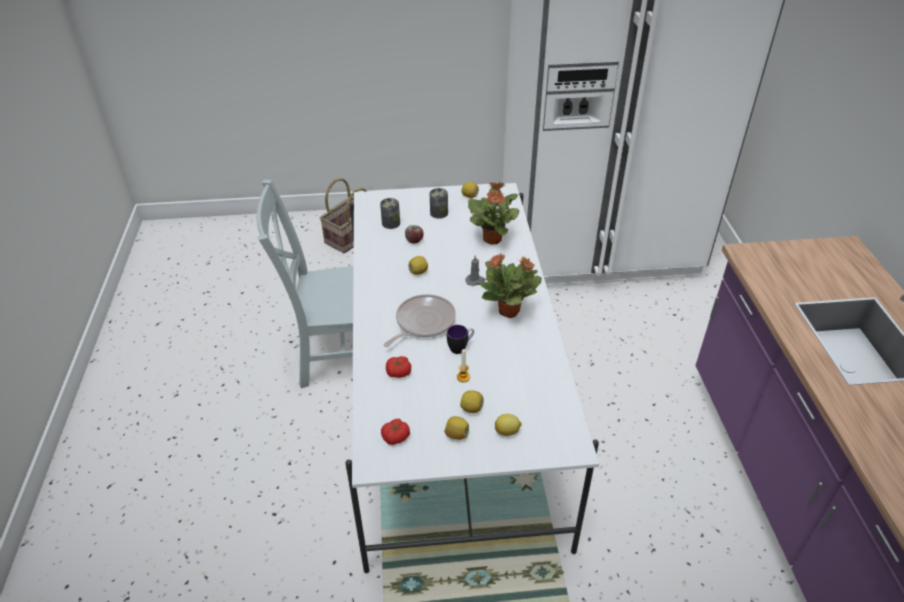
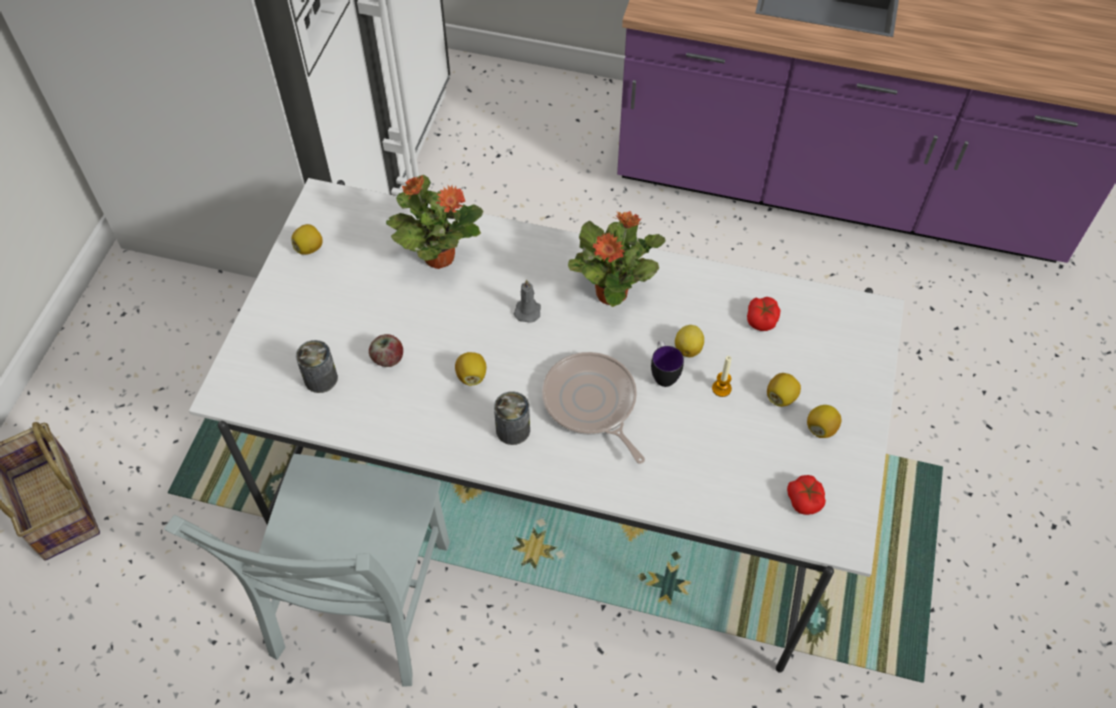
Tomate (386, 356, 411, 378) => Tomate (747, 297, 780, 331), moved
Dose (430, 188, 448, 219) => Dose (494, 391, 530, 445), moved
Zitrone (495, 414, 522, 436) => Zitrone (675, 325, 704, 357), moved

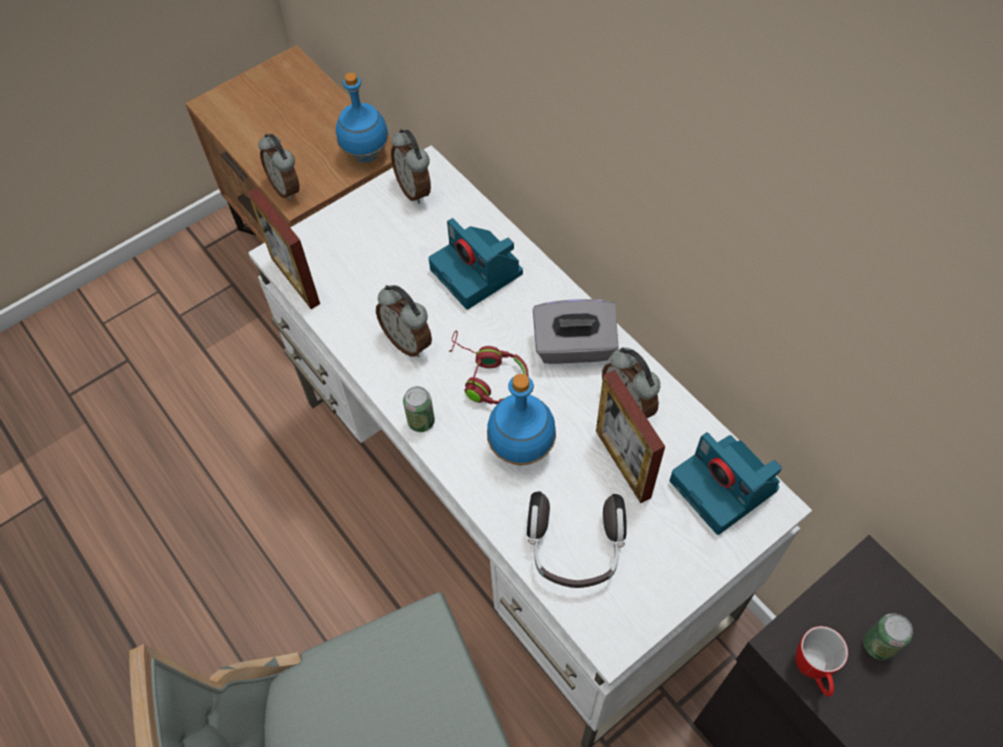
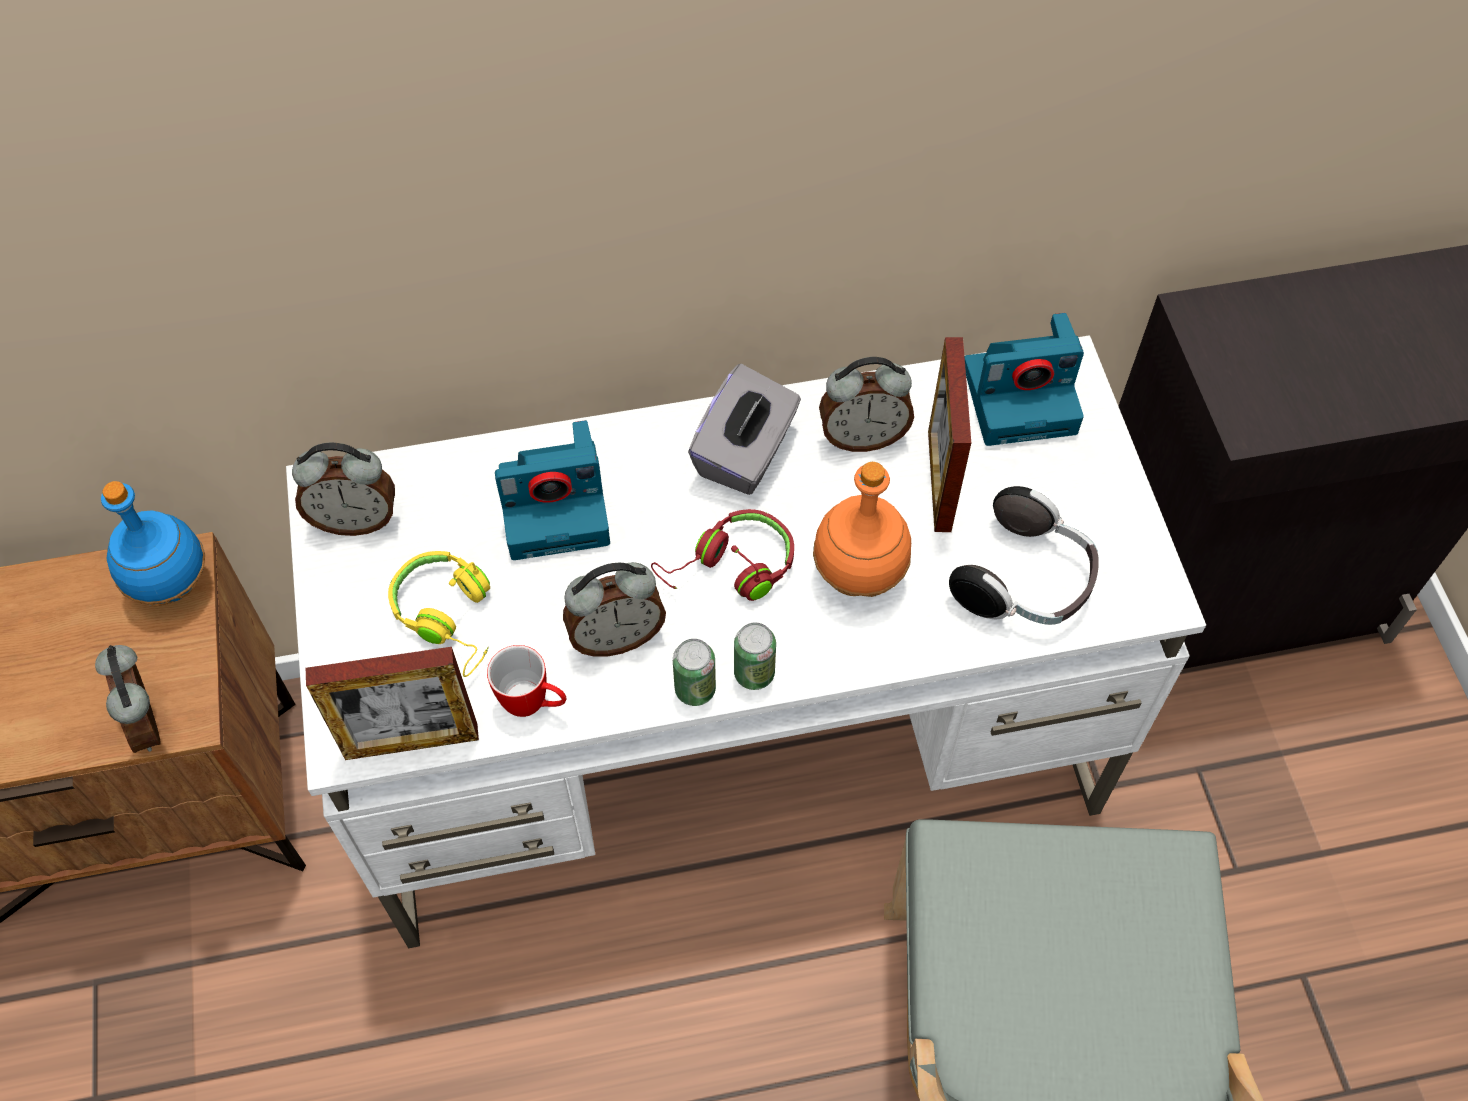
Wecker (258, 134, 300, 200) => Wecker (95, 645, 161, 753), 75 degrees clockwise
Flasche [blau] (487, 374, 556, 465) => Flasche [orange] (813, 462, 911, 597)
Bilderrahmen (596, 370, 665, 503) => Bilderrahmen (928, 337, 971, 532), 90 degrees clockwise
Henkelbecher (796, 626, 848, 697) => Henkelbecher (487, 645, 566, 717), moved
Dose (863, 613, 913, 660) => Dose (673, 639, 716, 706), moved
nothing => Kopfhörer [gelb] (388, 551, 490, 677)

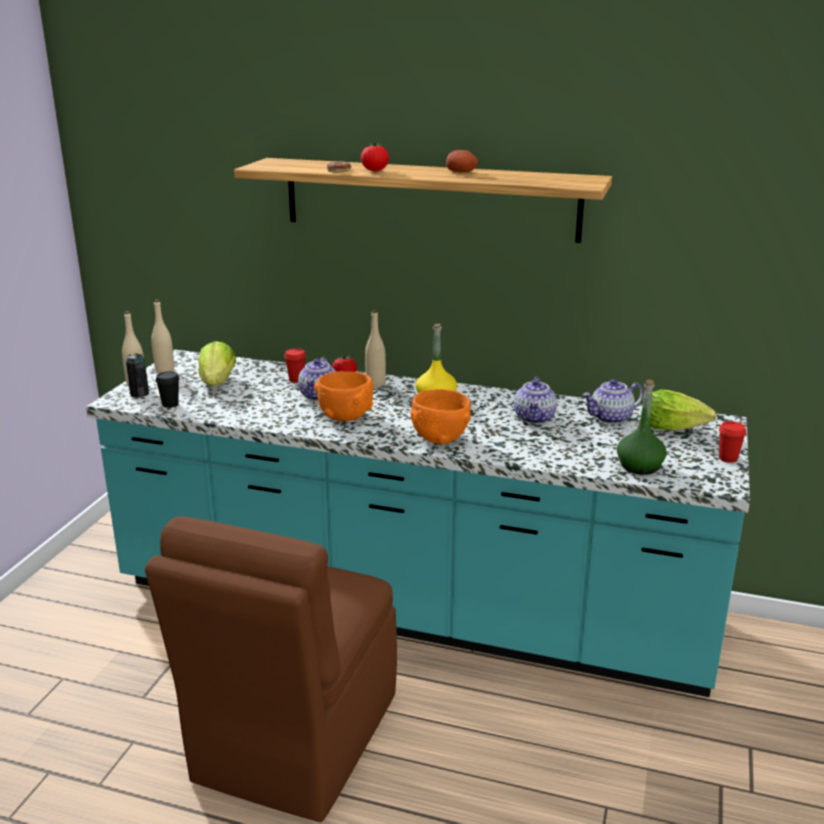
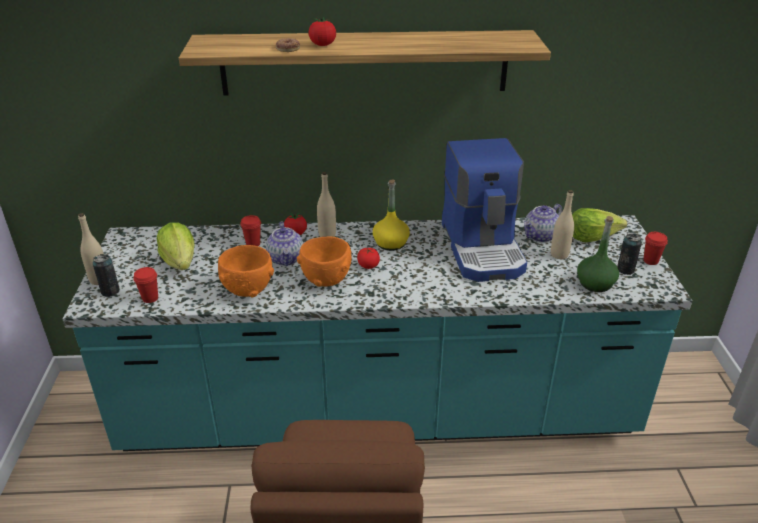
Flasche [beige] (151, 300, 174, 374) => Flasche [beige] (551, 190, 574, 259), moved
Tasse [schwarz] (156, 371, 179, 408) => Tasse [rot] (133, 267, 158, 303)
Schüssel [orange] (411, 389, 471, 444) => Schüssel [orange] (218, 245, 274, 297), moved
Kartoffel (446, 150, 478, 172) => nothing
Teekanne (514, 377, 557, 424) => Kaffeemaschine (442, 138, 527, 282)
nothing => Tomate (357, 247, 380, 269)
nothing => Dose (617, 233, 642, 275)

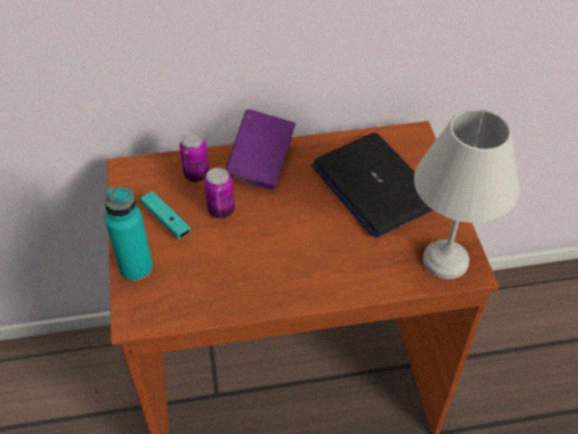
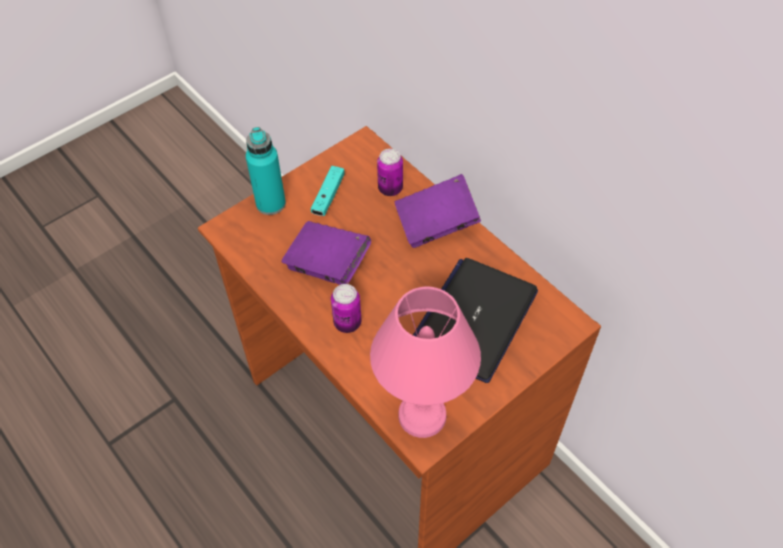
Dose (204, 168, 234, 219) => Dose (331, 284, 362, 333), moved
Tischlampe [weiß] (414, 109, 520, 279) => Tischlampe [rosa] (370, 286, 481, 438)
nothing => Buch [lila] (281, 221, 371, 285)

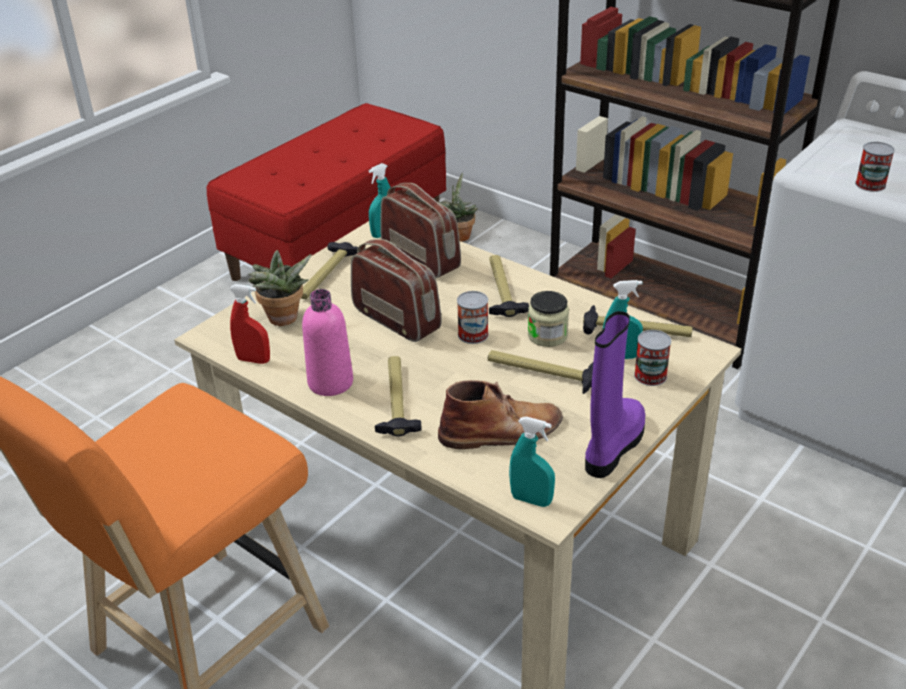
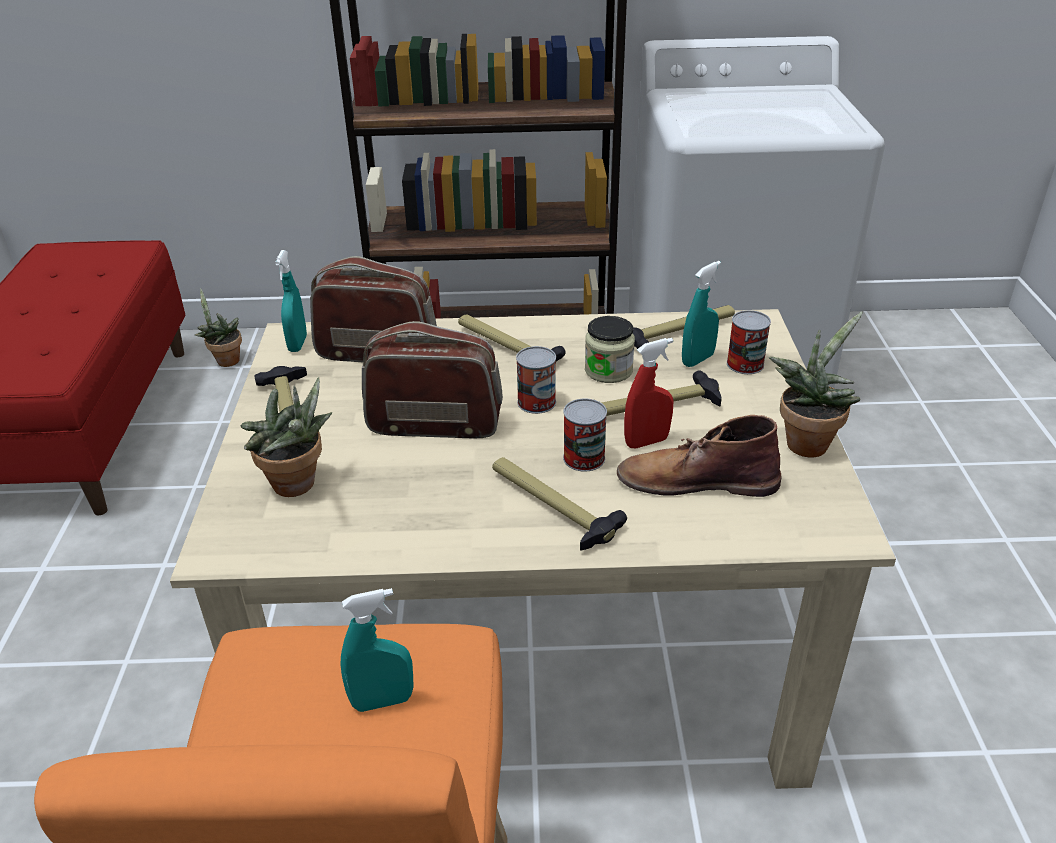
Sprühflasche [rot] (229, 284, 270, 364) => Sprühflasche [rot] (624, 338, 674, 448), moved
Flasche [rosa] (302, 289, 353, 396) => nothing
Stiefel [braun] (438, 380, 563, 449) => Stiefel [braun] (617, 415, 782, 497), 120 degrees counterclockwise
Sprühflasche [türkis] (509, 416, 555, 507) => Sprühflasche [türkis] (341, 588, 413, 712), moved
Stiefel [lila] (585, 311, 645, 478) => Topfpflanze (769, 312, 863, 458)
Dose (855, 142, 895, 192) => Dose (563, 399, 607, 472), moved

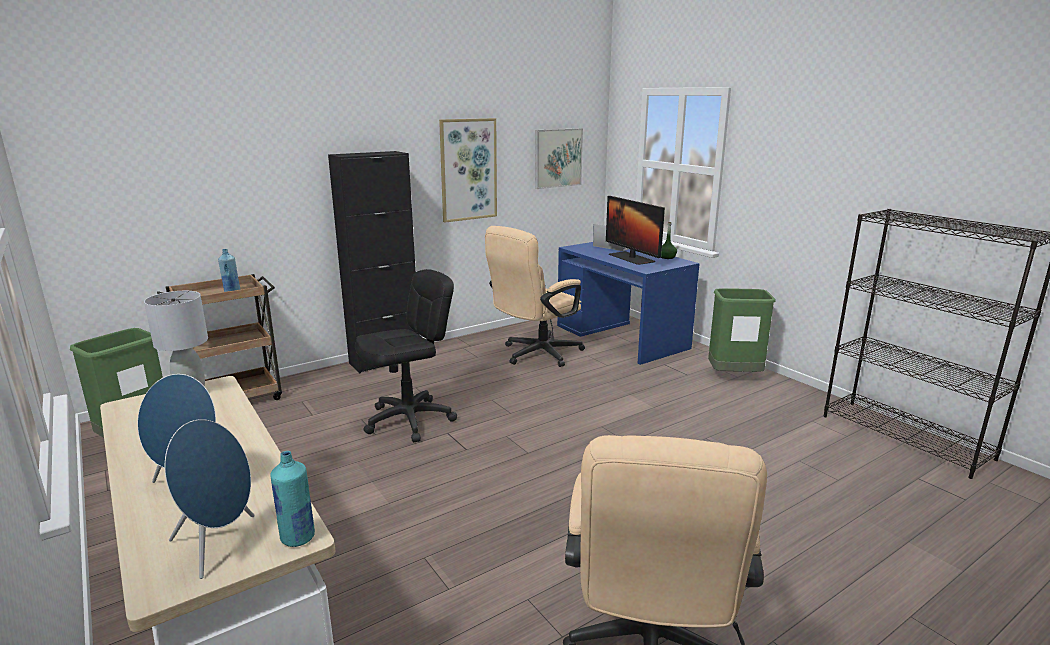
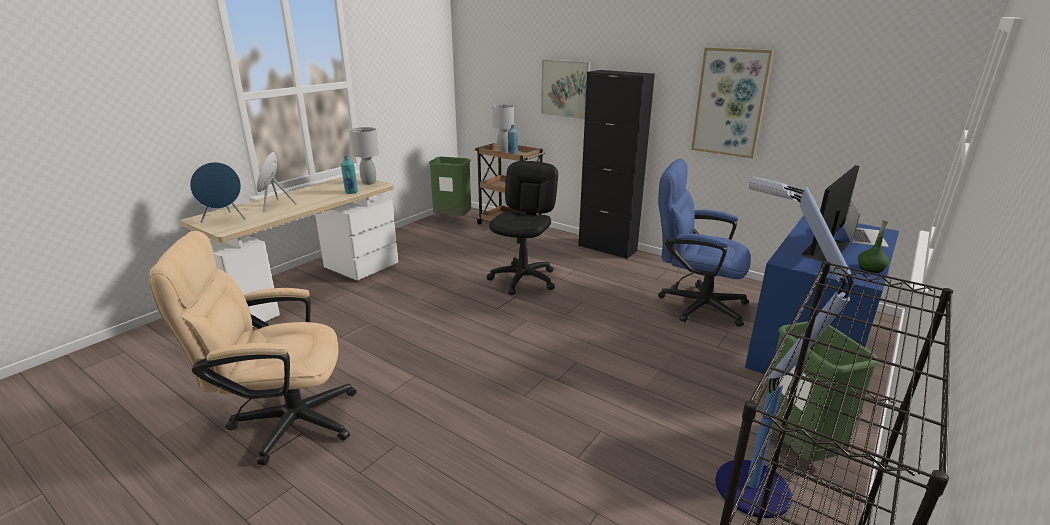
Flasche [türkis] (270, 451, 315, 547) => Flasche [türkis] (341, 156, 358, 194), moved
Bürostuhl [schwarz] (355, 269, 457, 442) => Bürostuhl [schwarz] (487, 161, 558, 295), 105 degrees counterclockwise
Bürostuhl [beige] (485, 226, 585, 367) => Bürostuhl [blau] (658, 159, 751, 327)
Bild (535, 128, 583, 189) => Bild (541, 59, 590, 119), moved
nothing => Tischlampe [grau] (492, 104, 514, 152)
nothing => Stehlampe (716, 177, 854, 518)

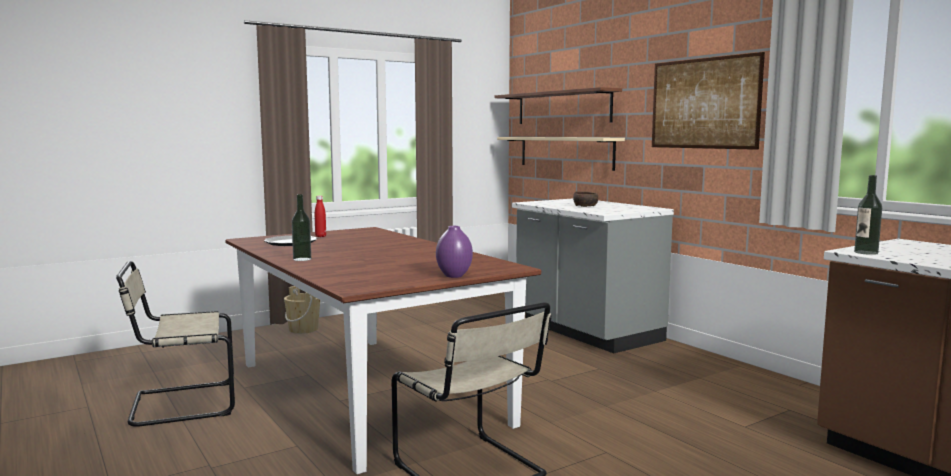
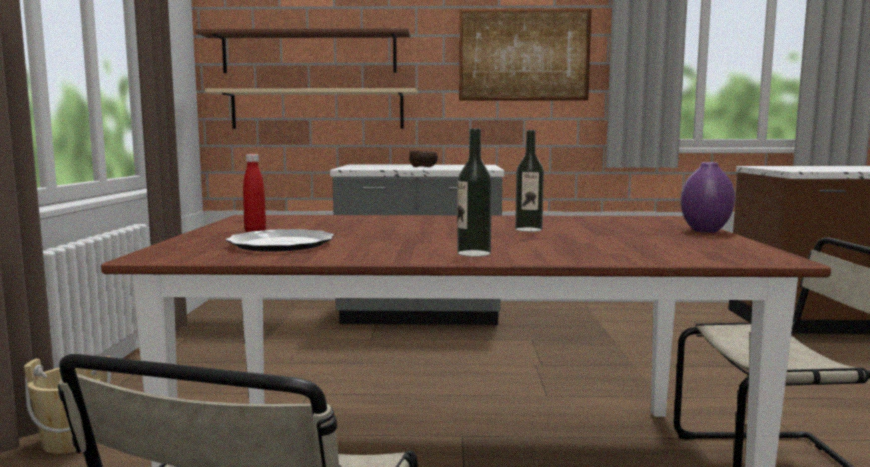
Flasche (854, 175, 882, 255) => Flasche (515, 130, 544, 232), moved

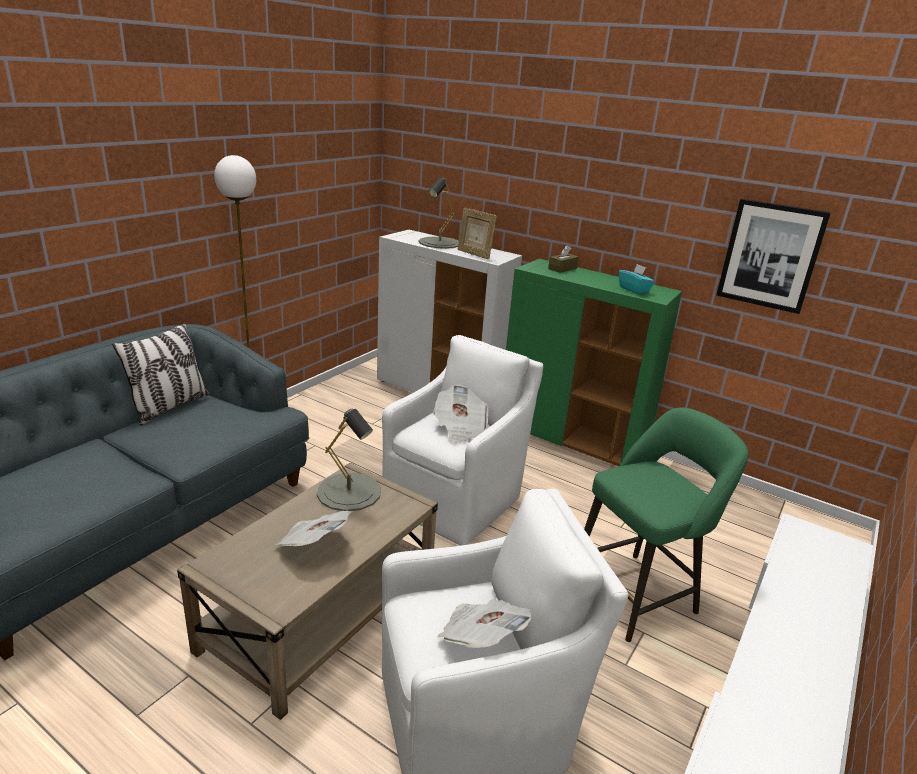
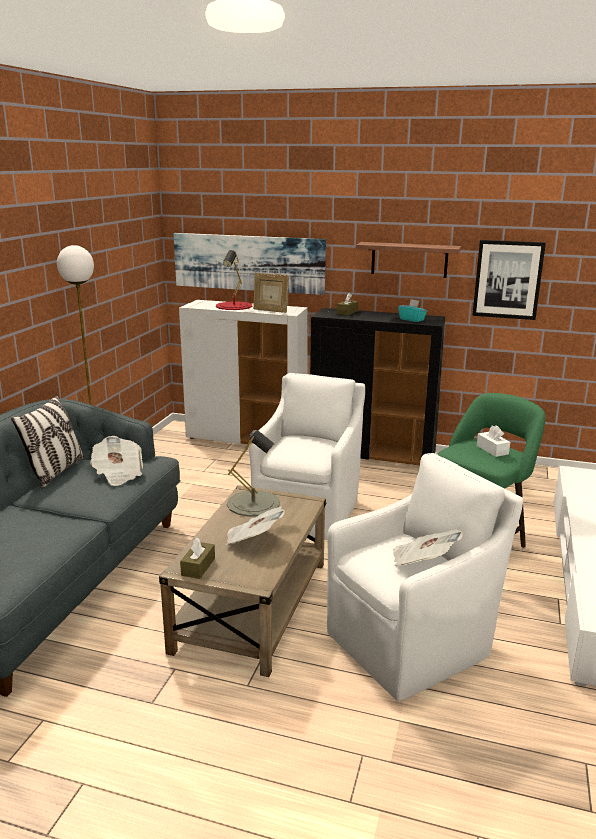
Tischlampe [grau] (419, 177, 459, 249) => Tischlampe [rot] (216, 250, 252, 310)
Zeitung (433, 384, 489, 443) => Zeitung (90, 436, 143, 486), moved
Schrank [grün] (506, 259, 682, 466) => Schrank [schwarz] (310, 308, 445, 466)
nothing => Bild (173, 233, 326, 295)
nothing => Taschentuchbox [braun] (180, 538, 215, 579)
nothing => Wandregal (356, 242, 461, 278)
nothing => Taschentuchbox [weiß] (477, 425, 510, 457)

